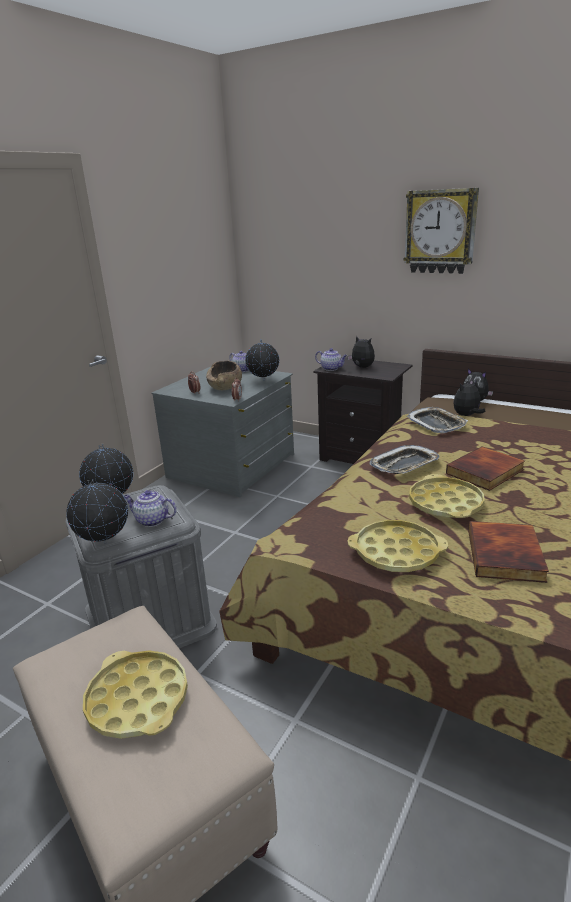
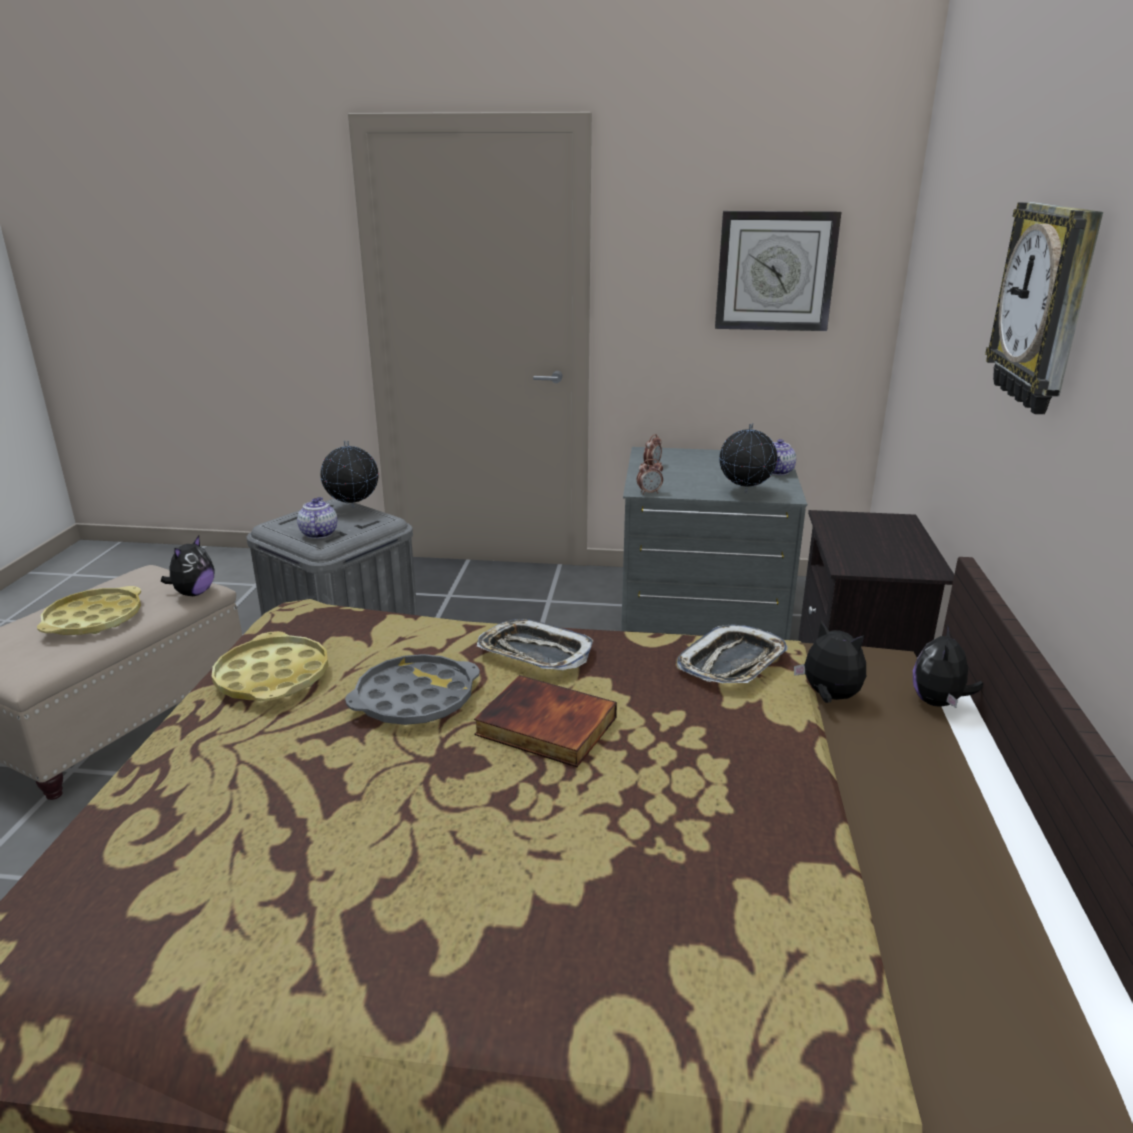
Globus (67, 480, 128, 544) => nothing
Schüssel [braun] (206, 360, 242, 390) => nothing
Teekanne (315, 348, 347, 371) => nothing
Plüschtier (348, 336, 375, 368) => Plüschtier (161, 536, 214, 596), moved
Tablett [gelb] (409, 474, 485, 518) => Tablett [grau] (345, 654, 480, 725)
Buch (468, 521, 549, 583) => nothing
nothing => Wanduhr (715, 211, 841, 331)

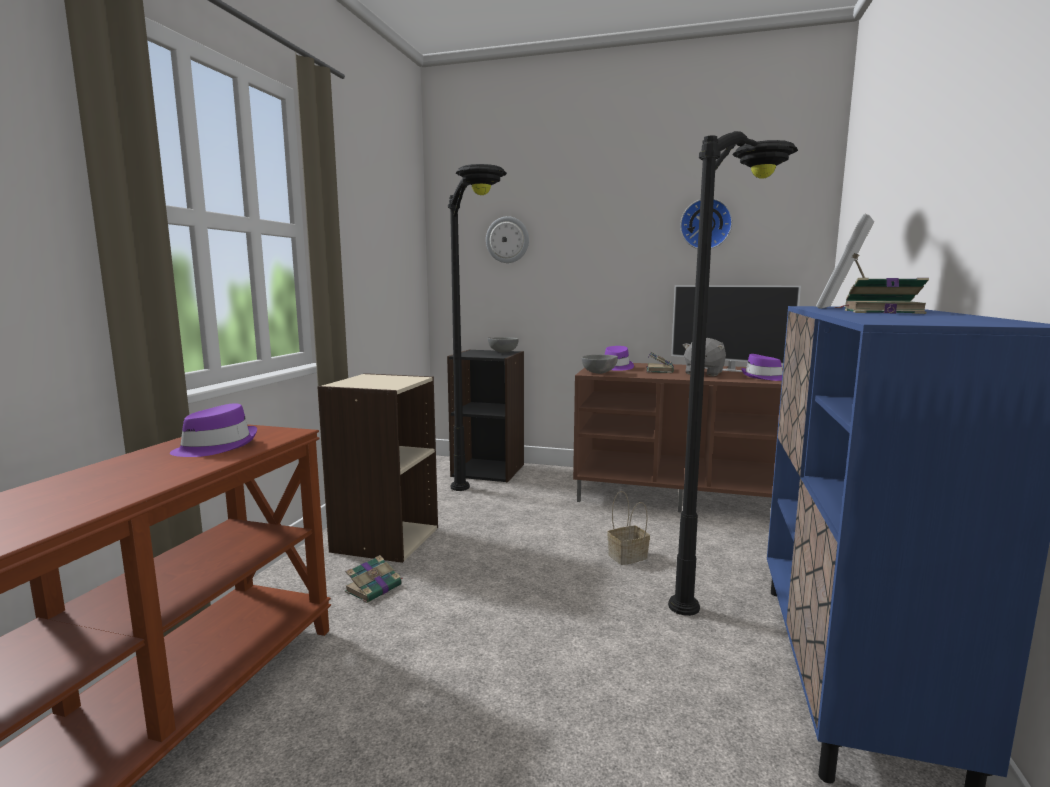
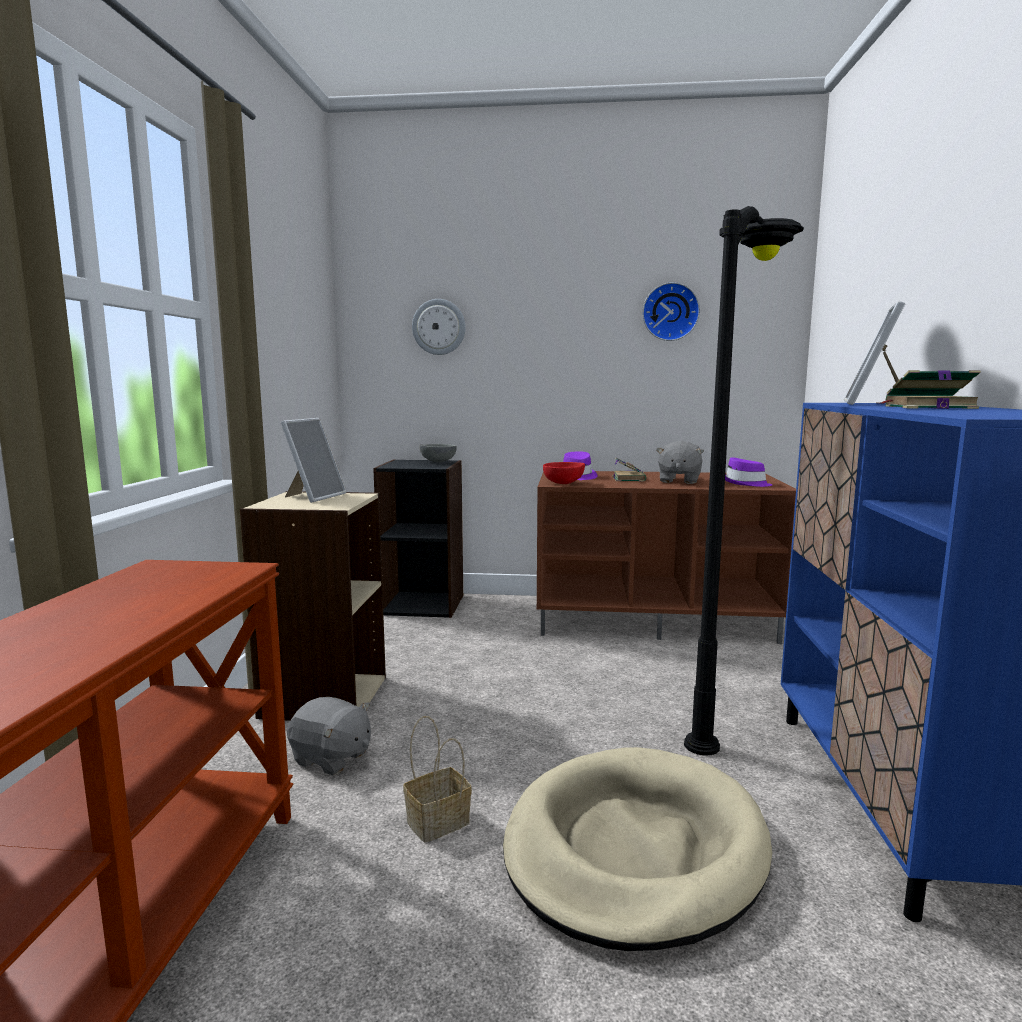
Hut [lila] (170, 404, 257, 457) => nothing
Buch (345, 555, 403, 603) => Plüschtier [grau] (287, 697, 371, 775)
Stehlampe [schwarz] (448, 164, 507, 491) => nothing
Schüssel [grau] (582, 355, 618, 374) => Schüssel [rot] (543, 462, 585, 484)
Korb (607, 491, 650, 565) => Korb (403, 716, 472, 842), moved
Fernseher (671, 285, 801, 372) => nothing
nothing => Bilderrahmen (281, 418, 346, 503)
nothing => Hundebett [beige] (503, 747, 772, 951)

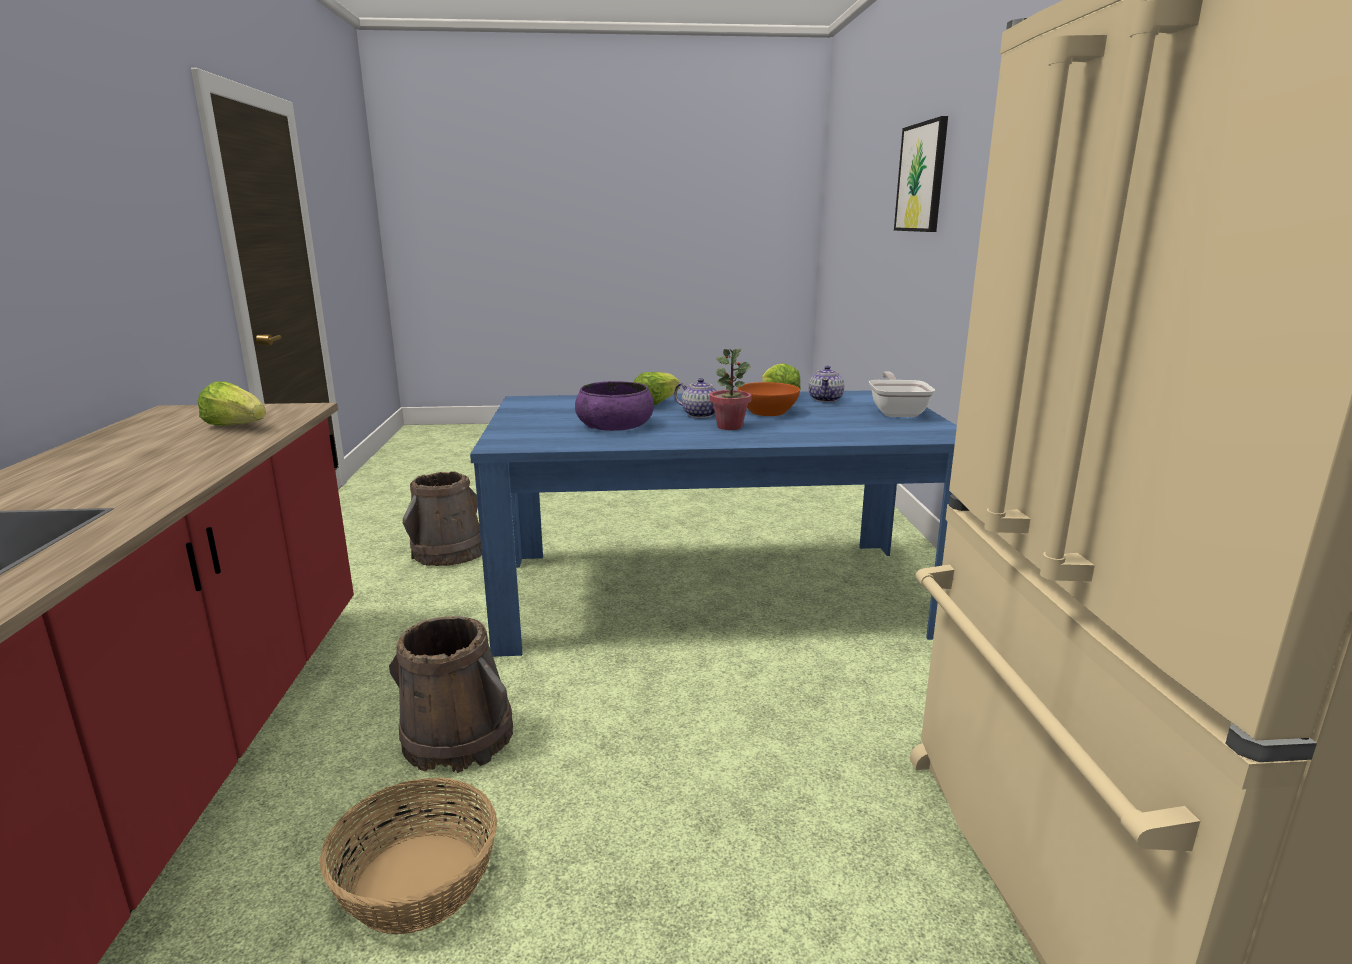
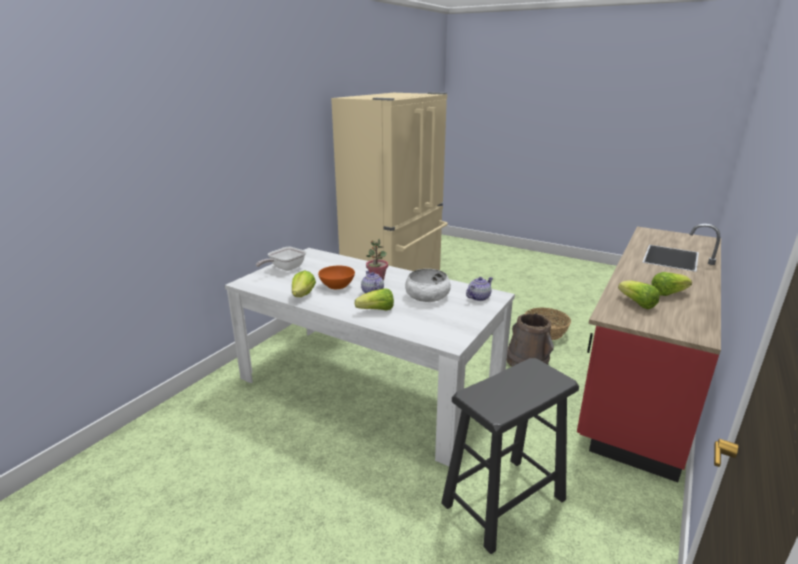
Eimer [braun] (403, 471, 482, 566) => Hocker [schwarz] (441, 358, 579, 554)
Esstisch [blau] (470, 390, 957, 657) => Esstisch [weiß] (225, 248, 515, 466)
Schüssel [lila] (575, 381, 654, 431) => Schüssel [weiß] (405, 269, 451, 302)
Teekanne (809, 366, 844, 402) => Teekanne (466, 277, 493, 301), moved
Bild (894, 116, 948, 232) => nothing
nothing => Salatkopf (652, 272, 692, 296)

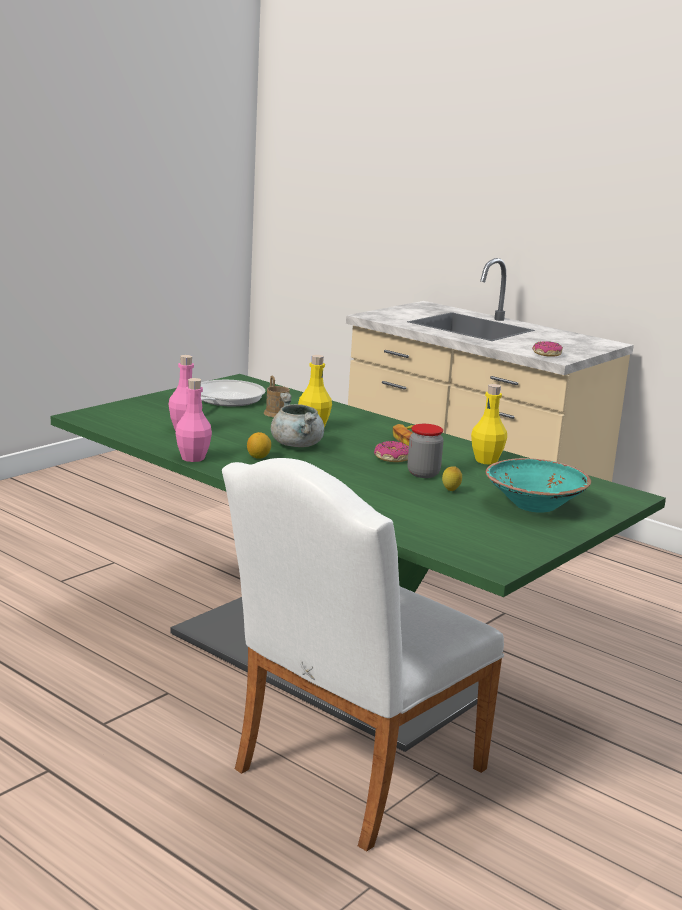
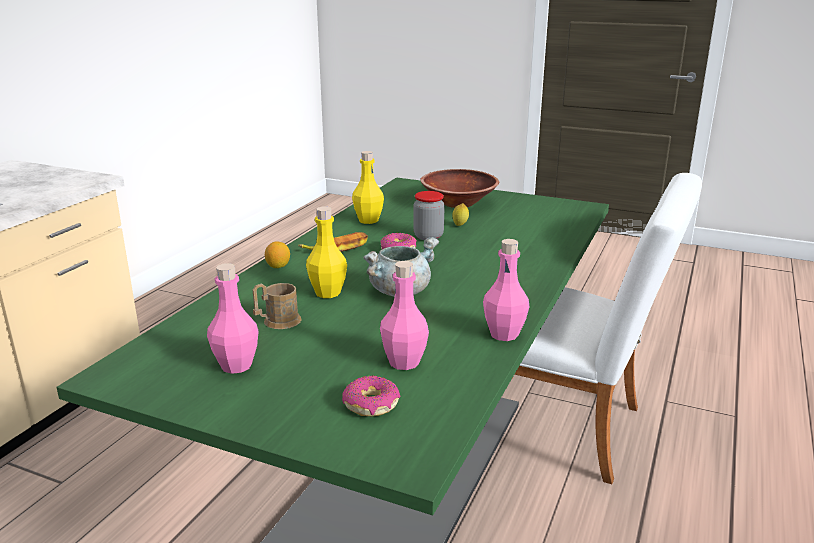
Pfanne (201, 380, 266, 407) => Flasche [rosa] (207, 263, 259, 374)
Zitrone (247, 432, 271, 459) => Zitrone (265, 241, 290, 268), moved
Schüssel [türkis] (486, 458, 591, 513) => Schüssel [braun] (420, 169, 499, 208)
Donut (532, 341, 563, 357) => Donut (342, 376, 400, 416), moved

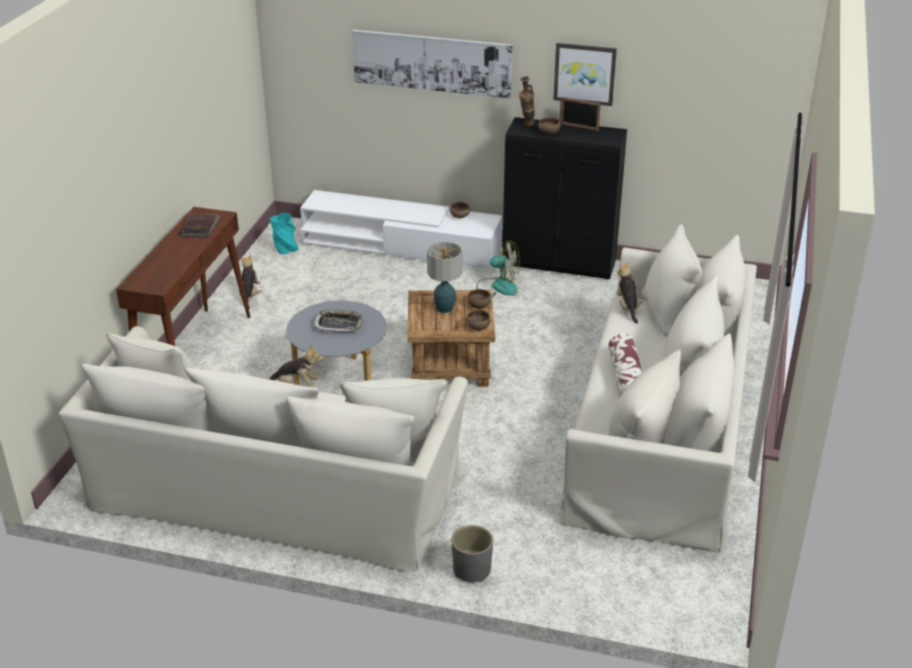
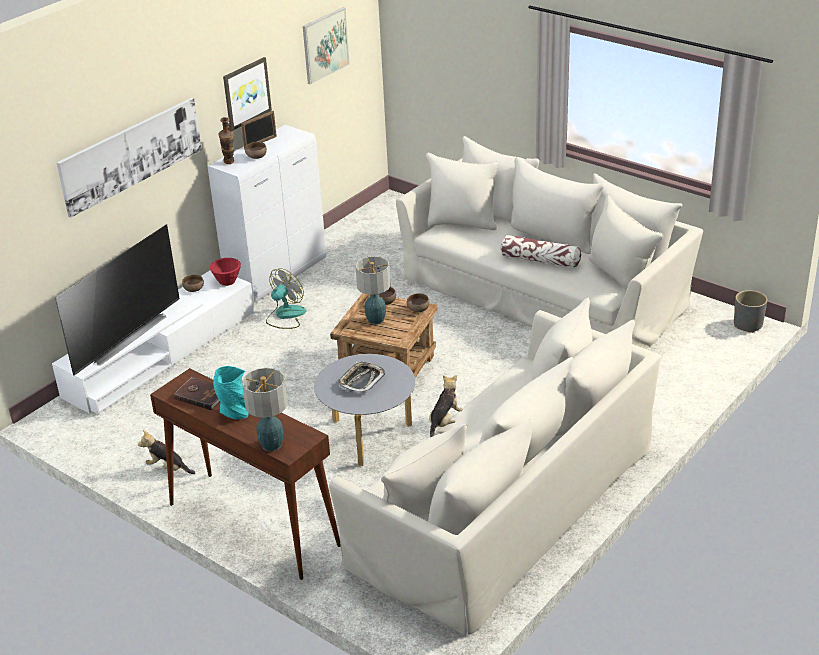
Vase [türkis] (270, 213, 299, 255) => Vase [türkis] (213, 366, 249, 419), moved
Pflanzkübel [grau] (451, 525, 493, 582) => Pflanzkübel [grau] (734, 290, 767, 333), moved
Schrank [schwarz] (502, 117, 627, 279) => Schrank [weiß] (207, 125, 326, 304)
Plüschtier (617, 262, 643, 324) => nothing
nothing => Fernseher (55, 224, 180, 376)
nothing => Schüssel [rot] (209, 258, 241, 286)
nothing => Tischlampe (242, 368, 288, 451)
nothing => Bild (303, 7, 350, 84)

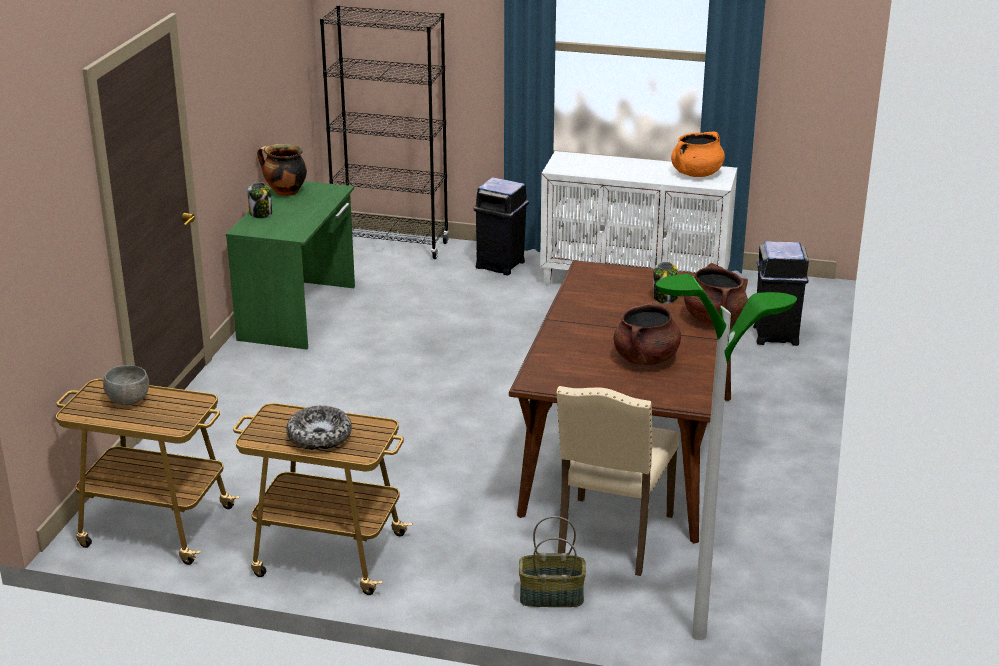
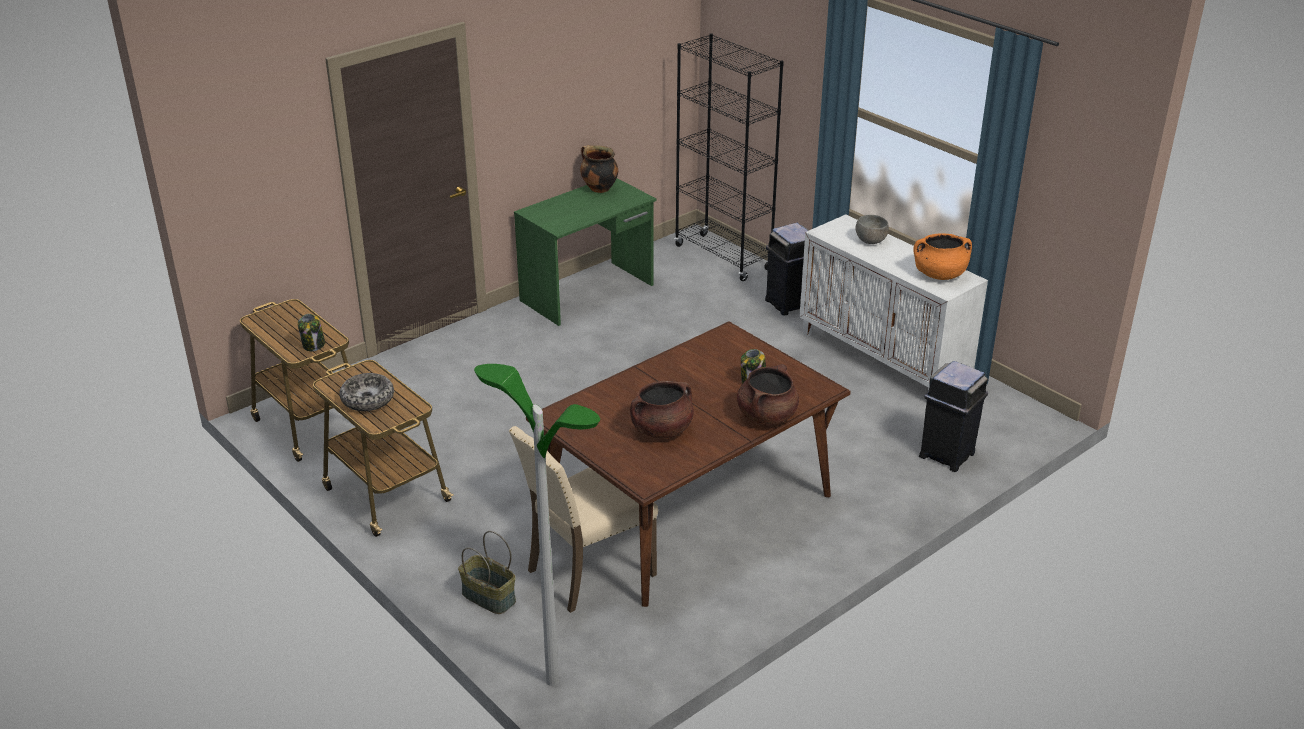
Schüssel [grau] (103, 365, 149, 405) => Schüssel [grau] (856, 215, 889, 244), moved
Vorratsglas (248, 182, 272, 218) => Vorratsglas (298, 314, 325, 351), moved

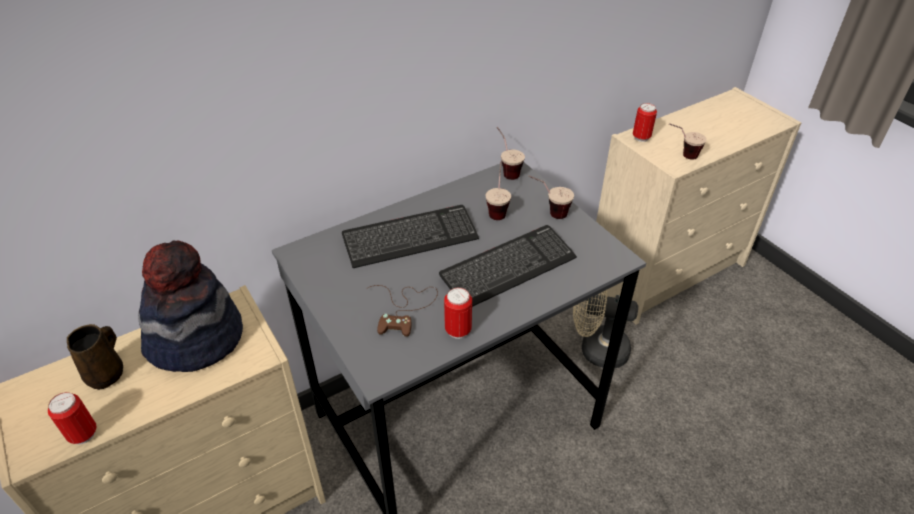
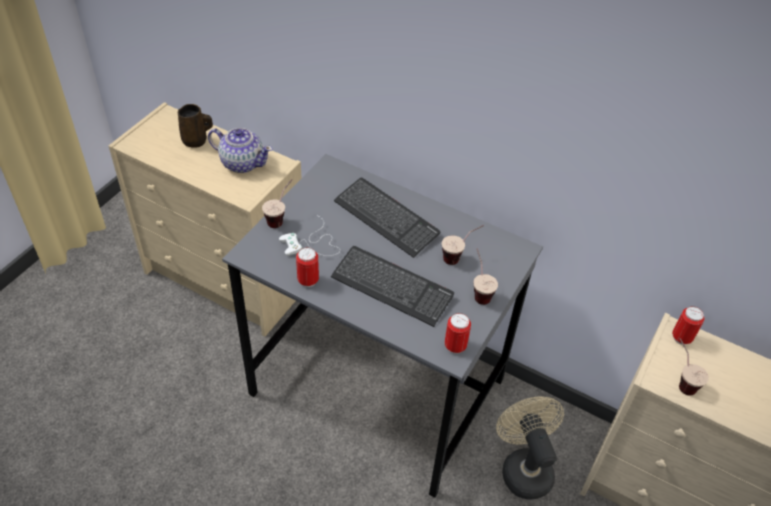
Dose (48, 392, 97, 445) => Dose (445, 313, 471, 354), moved
Hut (138, 241, 243, 372) => Teekanne (208, 128, 273, 173)
Gamepad [braun] (366, 285, 438, 337) => Gamepad [weiß] (279, 215, 340, 256)
Tasse (497, 127, 525, 180) => Tasse (262, 179, 292, 228), moved

